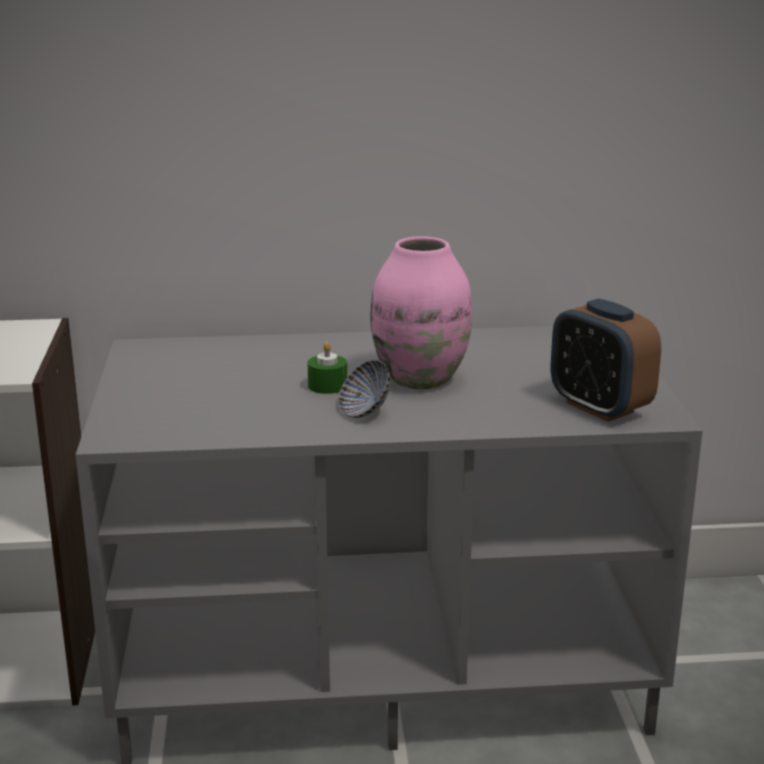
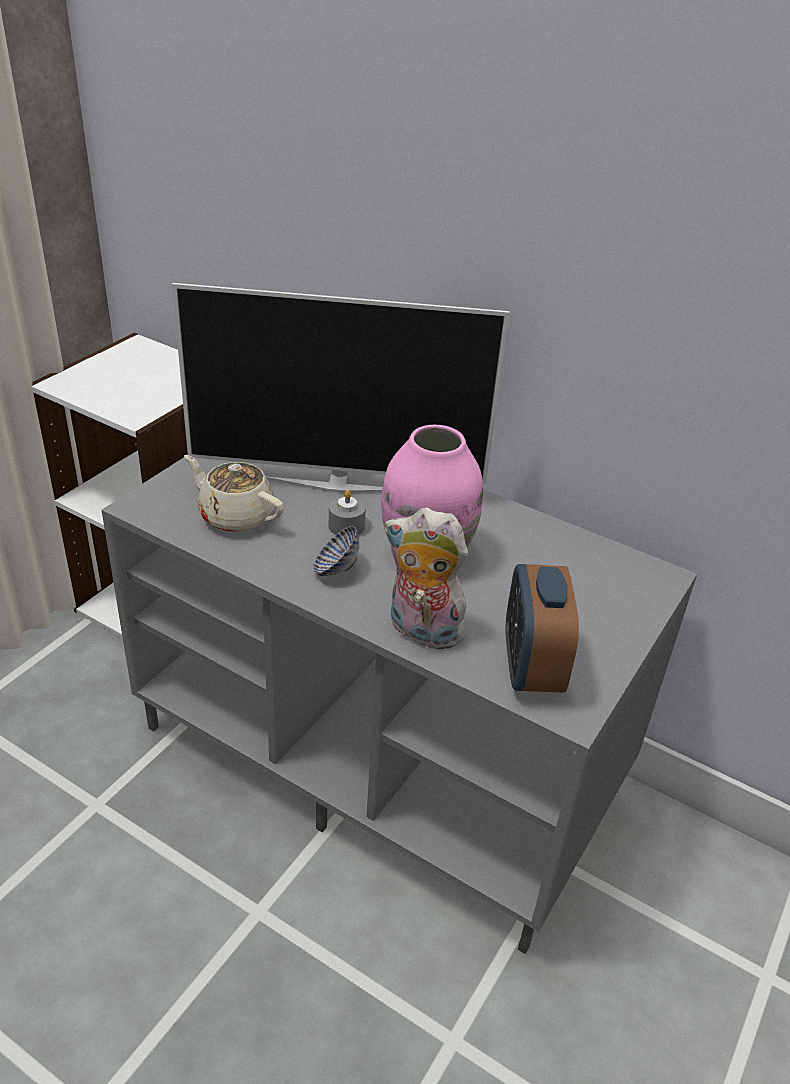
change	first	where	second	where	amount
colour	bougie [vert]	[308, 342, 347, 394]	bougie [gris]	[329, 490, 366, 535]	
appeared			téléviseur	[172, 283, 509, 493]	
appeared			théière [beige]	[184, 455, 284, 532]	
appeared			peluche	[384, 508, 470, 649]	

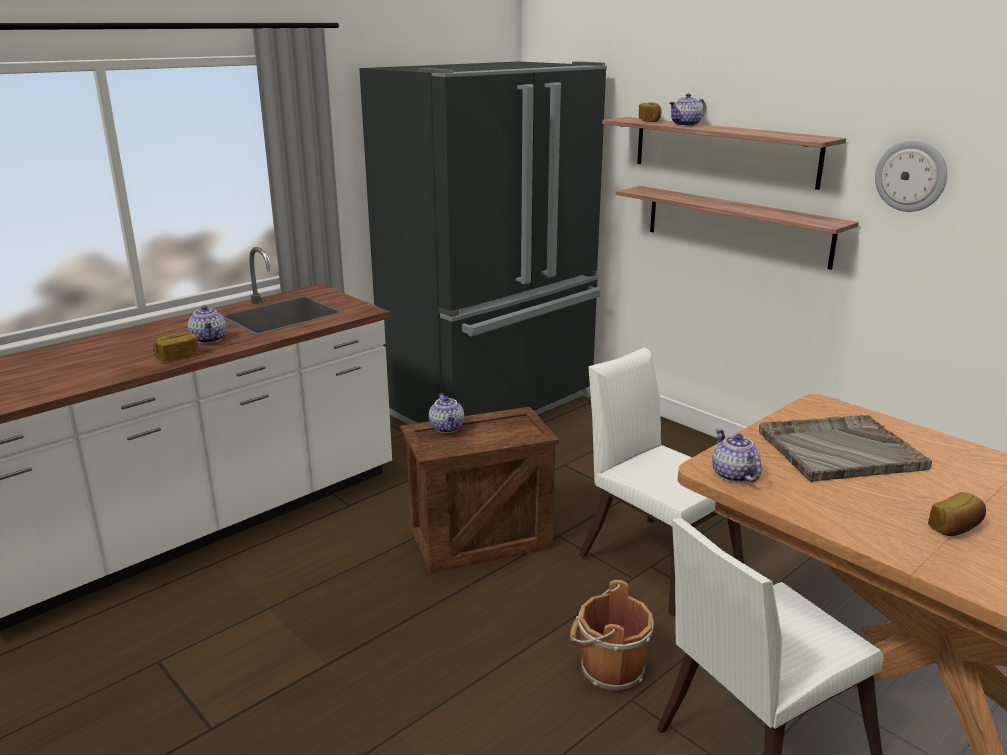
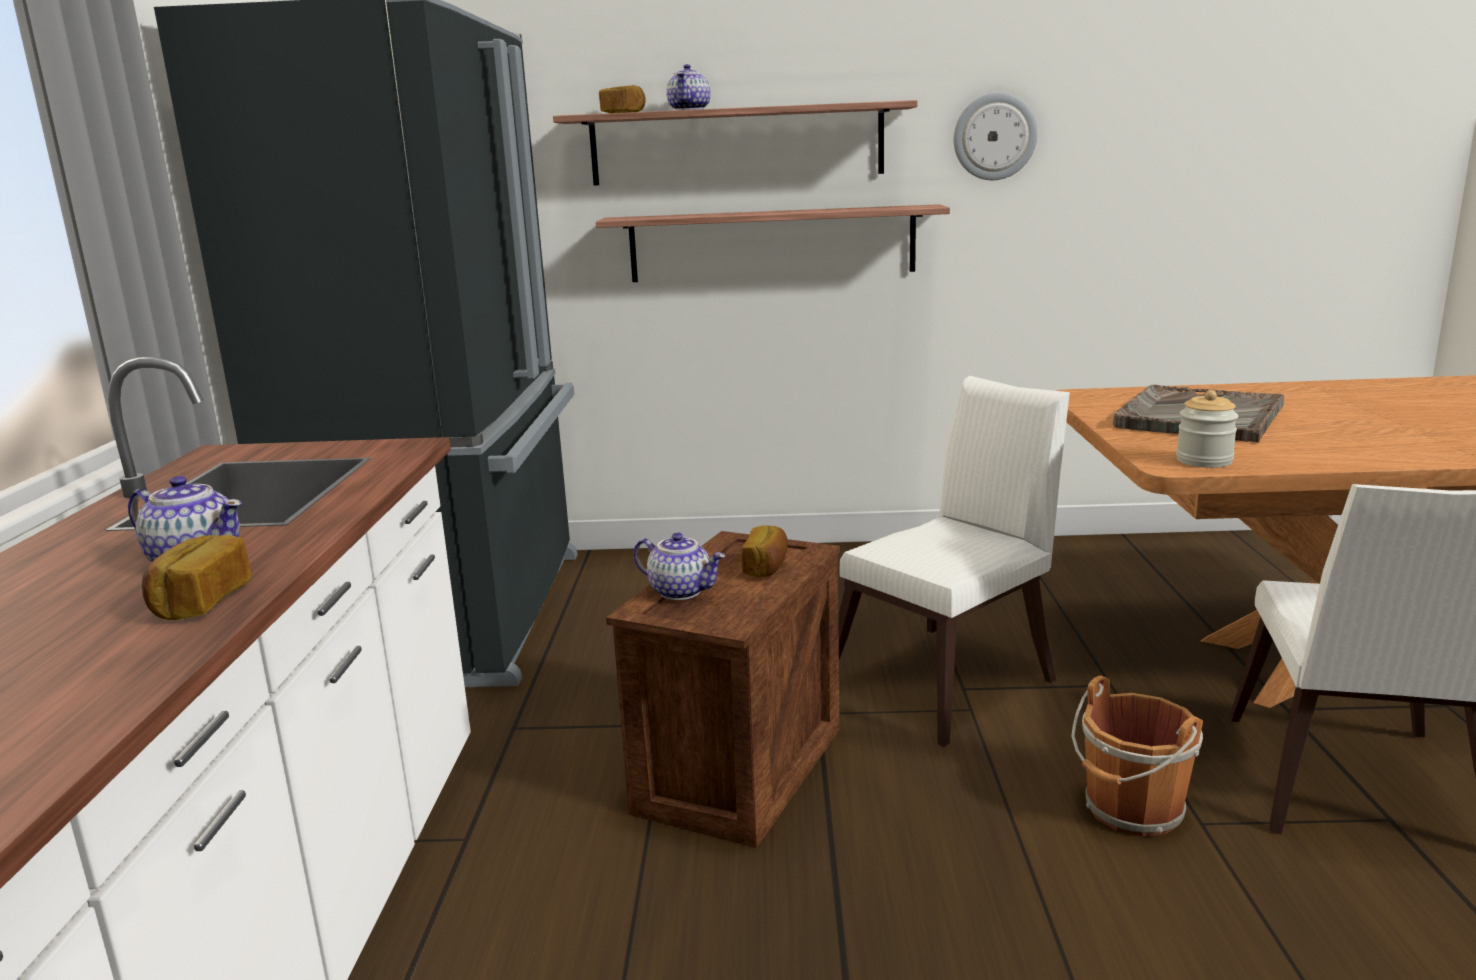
change	first	where	second	where	amount
spun	chaise [blanc]	[579, 348, 744, 617]		[838, 376, 1070, 747]	135 degrees clockwise
exchanged	théière	[712, 429, 761, 483]	bocal	[1176, 390, 1238, 468]	
relocated	pain	[928, 492, 986, 536]		[741, 525, 788, 577]	

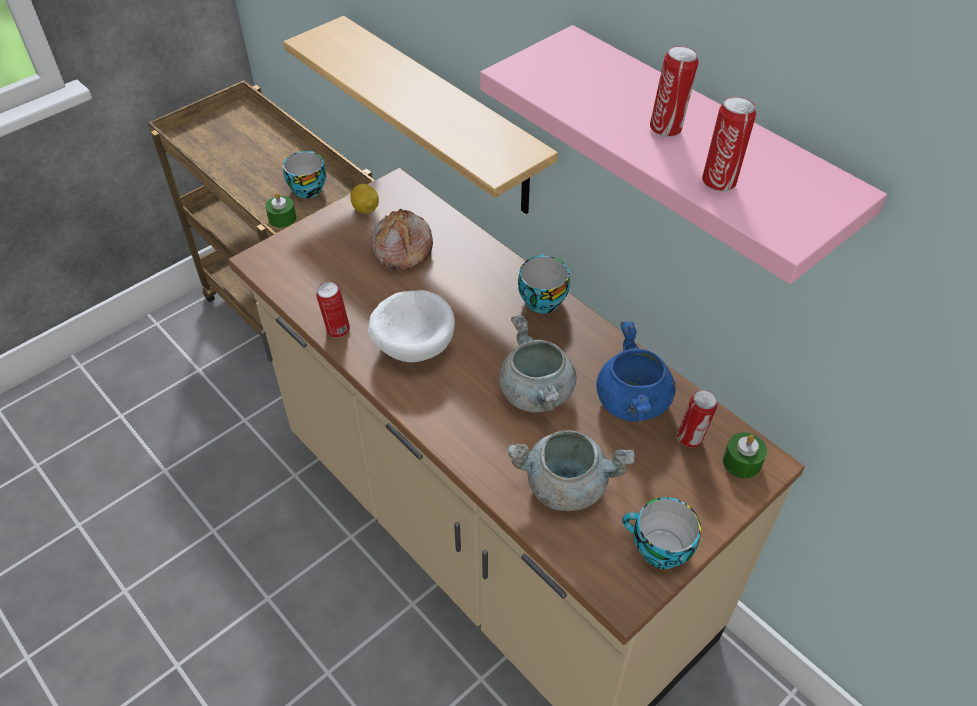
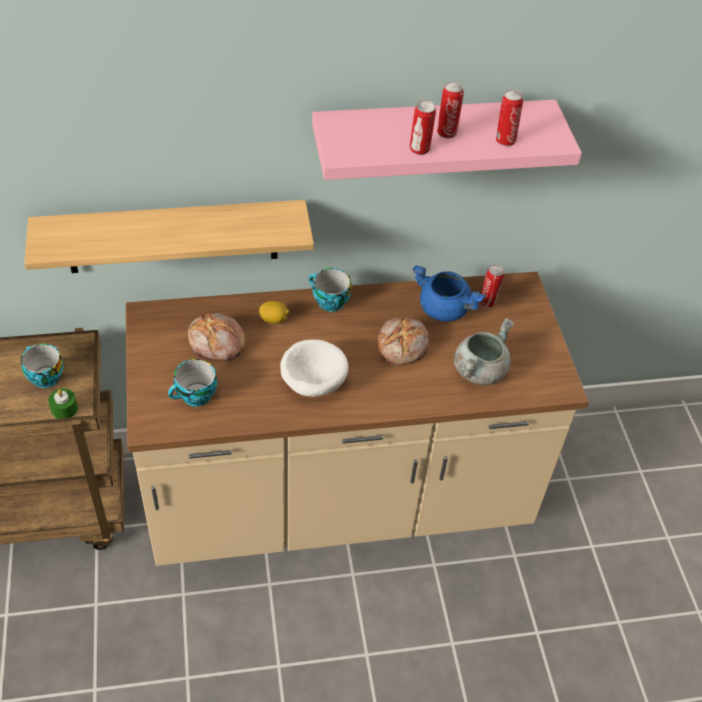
change	first	where	second	where	amount
relocated	citron	[350, 184, 379, 214]		[259, 301, 289, 324]	
relocated	boîte métallique	[316, 282, 350, 338]		[410, 100, 436, 155]	
exchanged	marmite [gris]	[499, 315, 576, 412]	pain	[377, 317, 429, 365]	
missing	bougie [vert]	[723, 432, 767, 479]			
relocated	tasse	[622, 497, 701, 569]		[168, 359, 217, 407]	

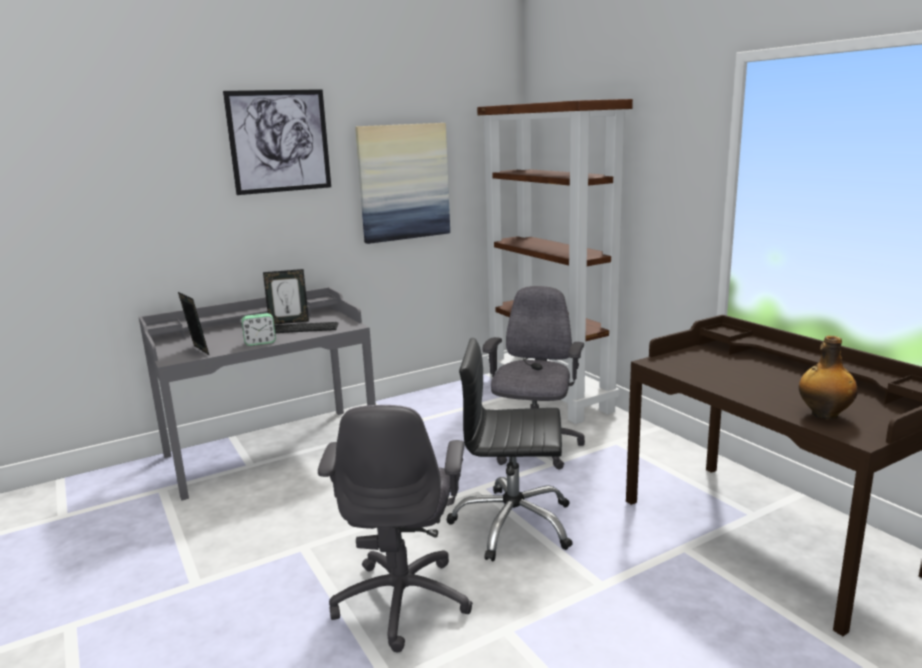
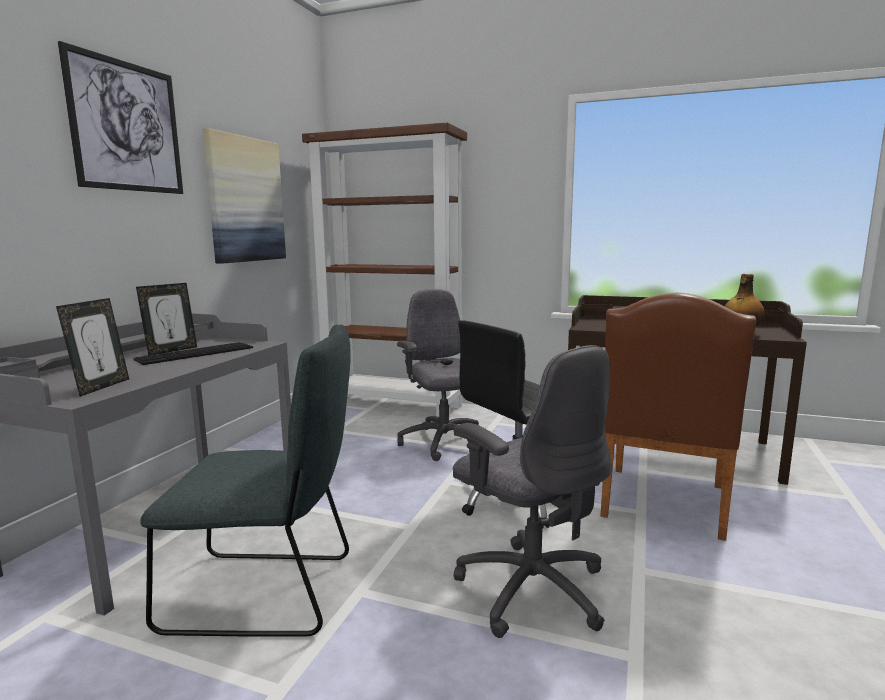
change	first	where	second	where	amount
spun	cadre photo	[178, 292, 210, 356]		[56, 298, 129, 397]	90 degrees clockwise
missing	réveil	[242, 313, 276, 346]			
appeared			chaise [marron]	[600, 293, 756, 541]	
appeared			chaise [gris]	[140, 324, 351, 636]	

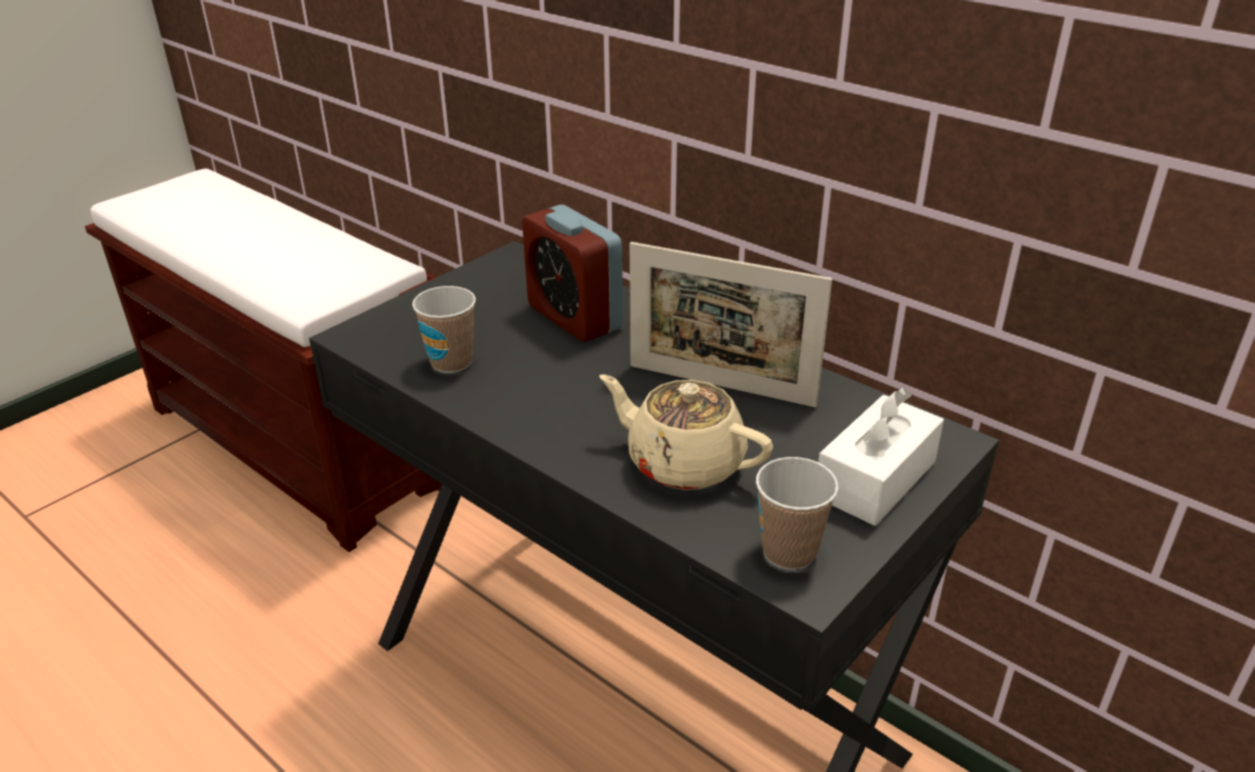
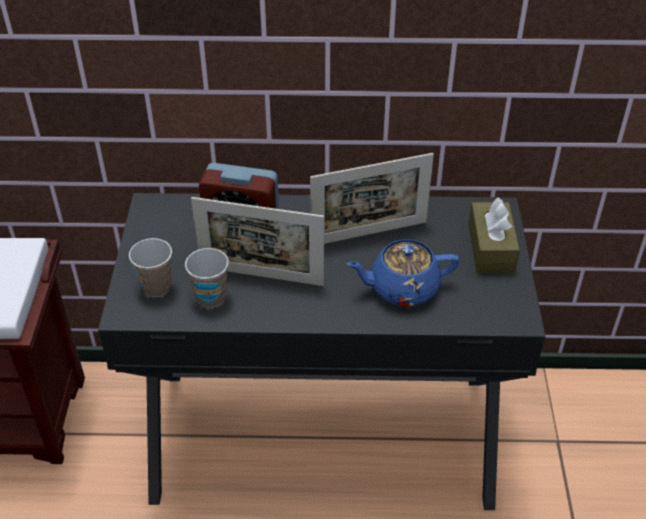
change	first	where	second	where	amount
colour	théière [beige]	[599, 374, 773, 490]	théière [bleu]	[347, 239, 460, 306]	
colour	boîte à mouchoirs [blanc]	[818, 387, 944, 526]	boîte à mouchoirs [marron]	[468, 197, 520, 273]	
relocated	tasse	[756, 457, 838, 570]		[129, 238, 172, 297]	
appeared			cadre photo	[191, 197, 324, 286]	

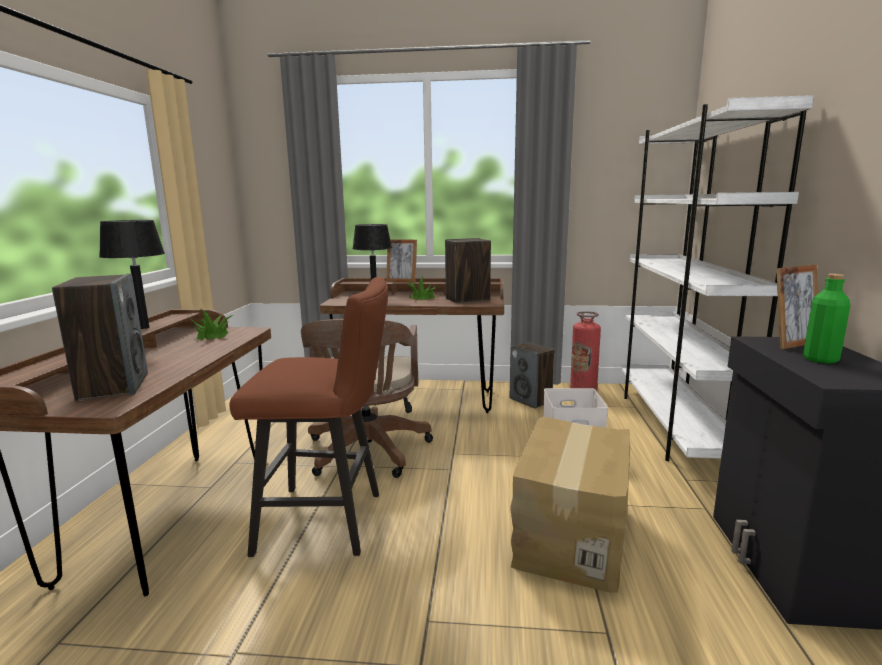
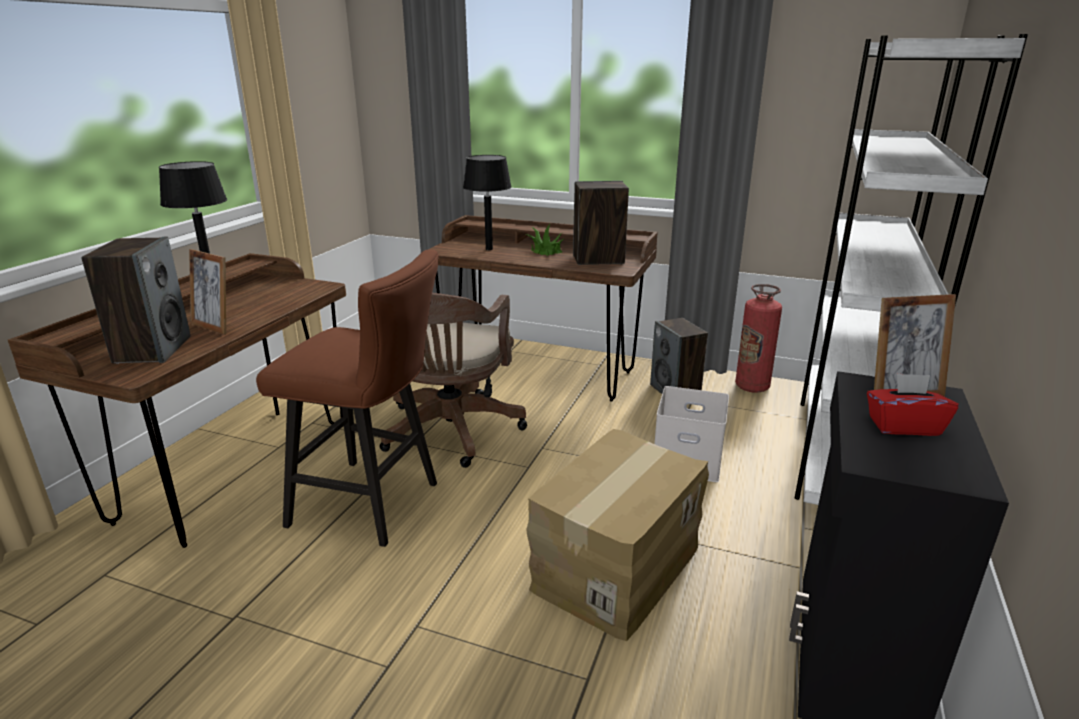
change	first	where	second	where	amount
relocated	cadre photo	[386, 239, 417, 283]		[189, 249, 226, 335]	
exchanged	bouteille [vert]	[803, 274, 851, 364]	boîte à mouchoirs [rouge]	[867, 373, 959, 436]	
missing	plante en pot	[190, 308, 233, 341]			

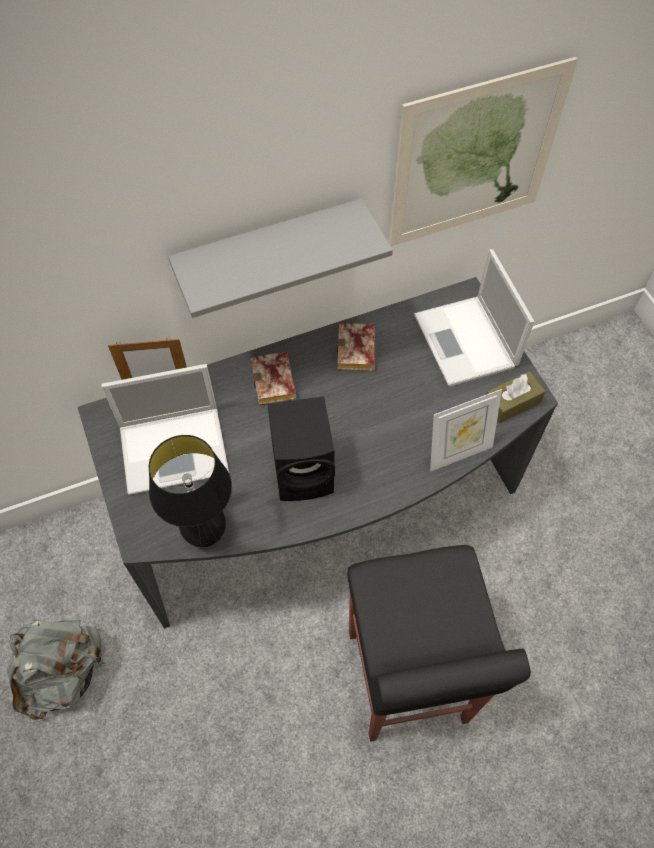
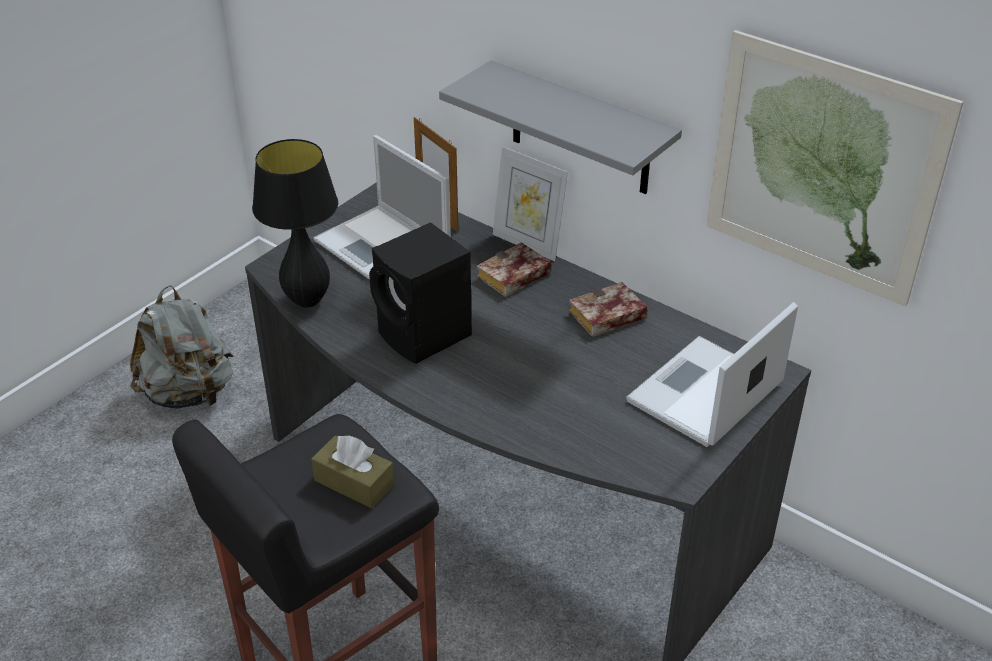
change	first	where	second	where	amount
relocated	boîte à mouchoirs [marron]	[486, 371, 546, 423]		[311, 435, 395, 509]	
relocated	cadre photo	[430, 389, 502, 472]		[493, 147, 568, 262]	

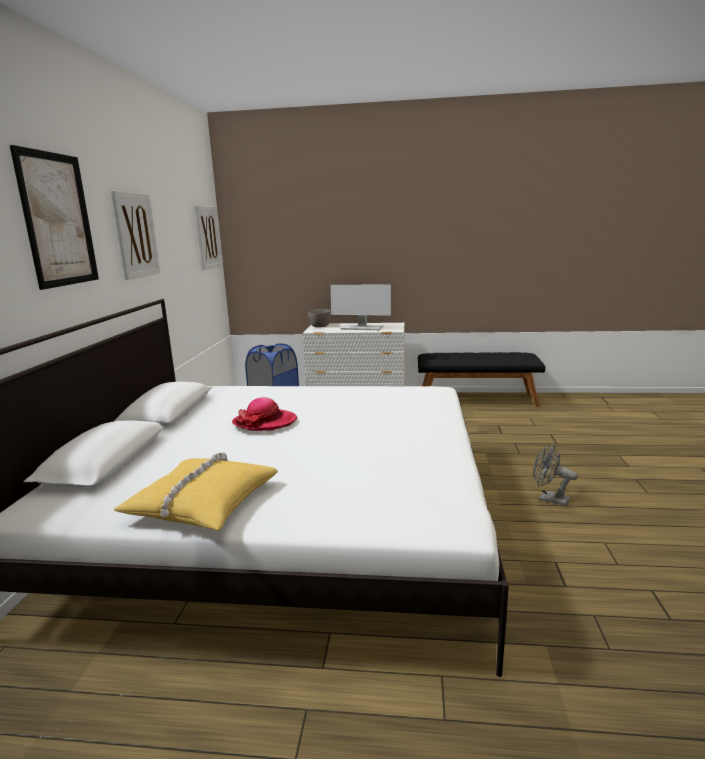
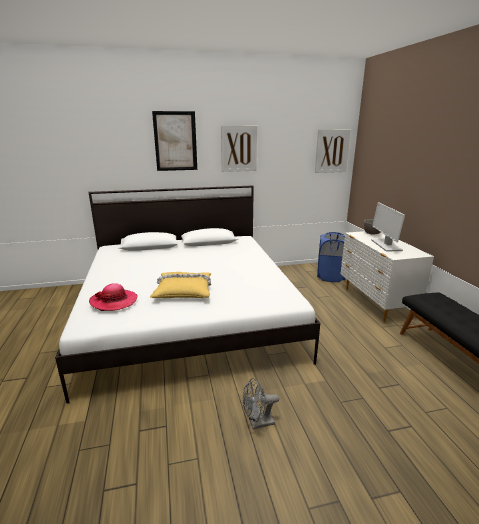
change	first	where	second	where	amount
relocated	chapeau	[232, 397, 297, 431]		[89, 283, 138, 311]	
spun	ventilateur [gris]	[533, 444, 578, 506]		[243, 378, 279, 429]	120 degrees counterclockwise
relocated	coussin [jaune]	[113, 452, 278, 530]		[150, 272, 211, 298]	

